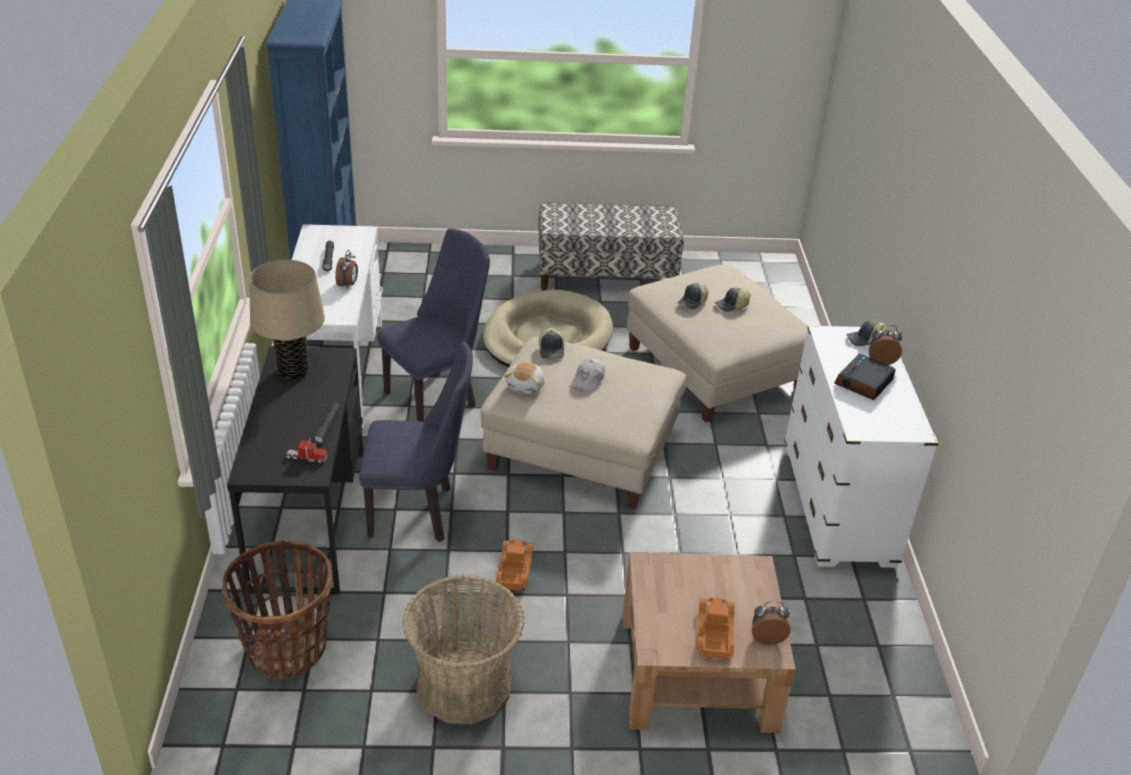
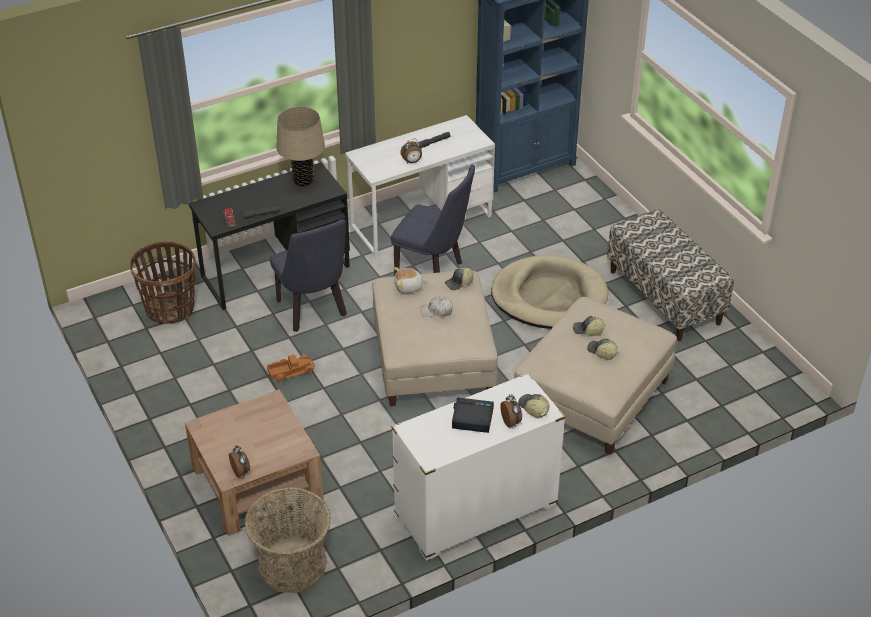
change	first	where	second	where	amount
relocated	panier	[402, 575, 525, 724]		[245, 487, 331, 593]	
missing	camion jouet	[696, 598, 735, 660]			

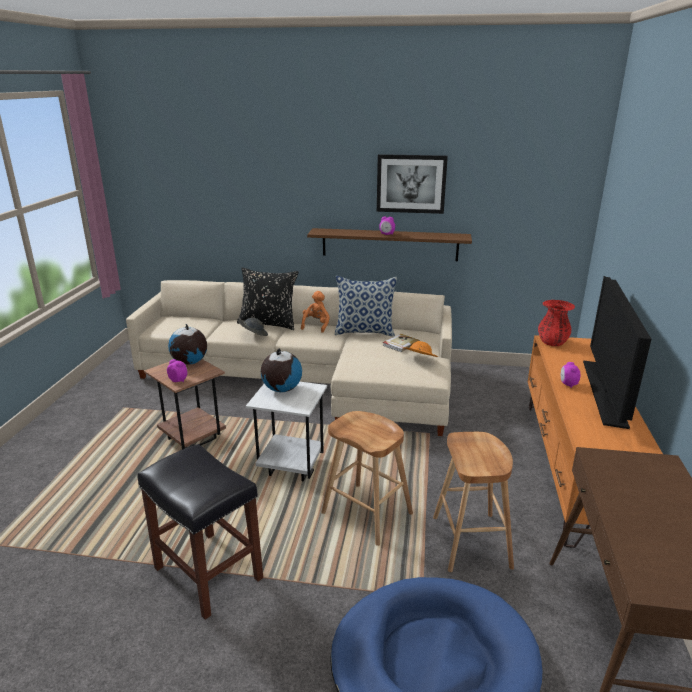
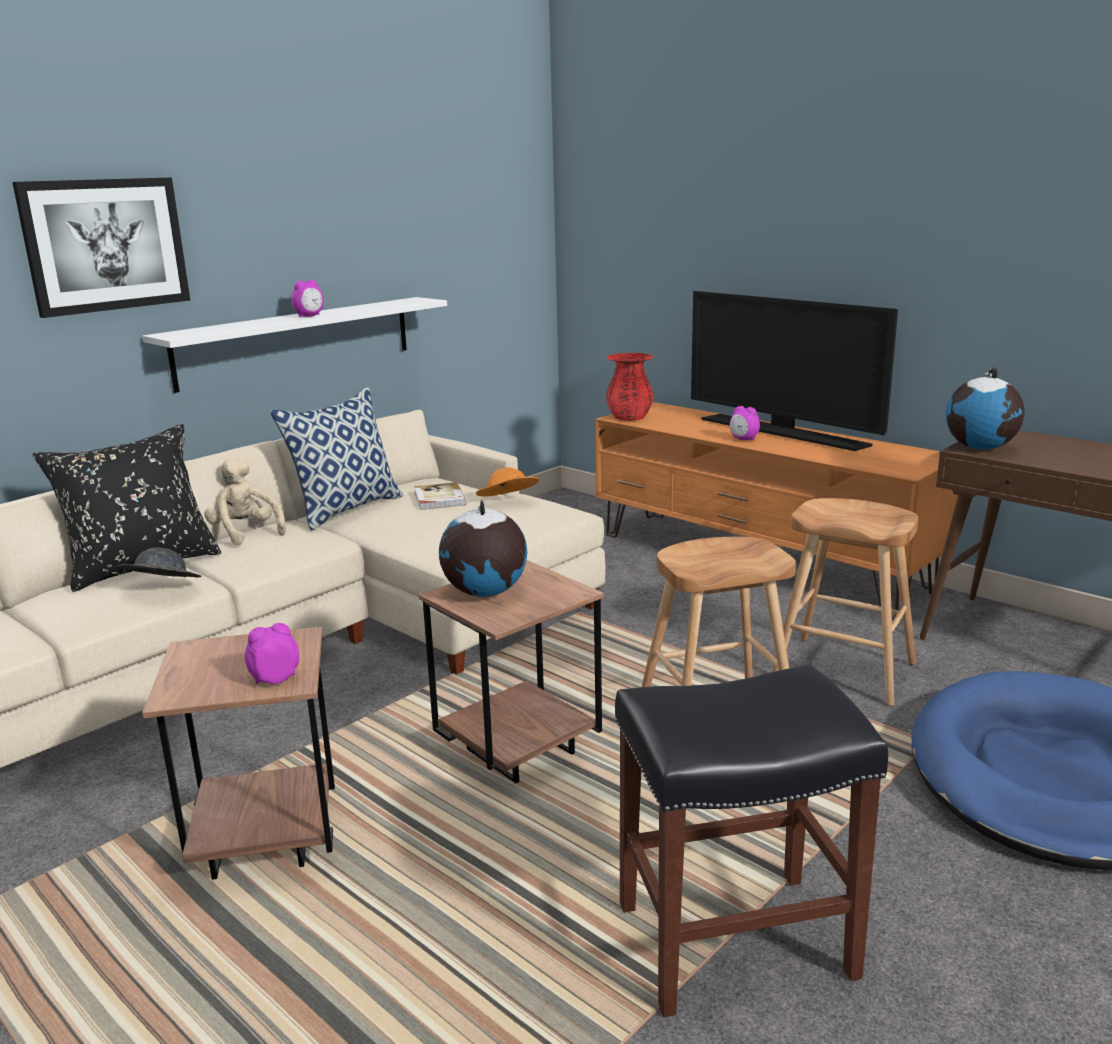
change	first	where	second	where	amount
relocated	tableau	[377, 154, 448, 214]		[12, 177, 190, 318]	
colour	étagère [marron]	[307, 228, 472, 261]	étagère [blanc]	[142, 297, 447, 393]	
colour	peluche [orange]	[301, 291, 330, 333]	peluche [beige]	[204, 457, 286, 545]	
relocated	globe	[168, 324, 207, 365]		[945, 367, 1025, 450]	
colour	table d'appoint [blanc]	[246, 382, 327, 482]	table d'appoint [marron]	[419, 560, 604, 783]	

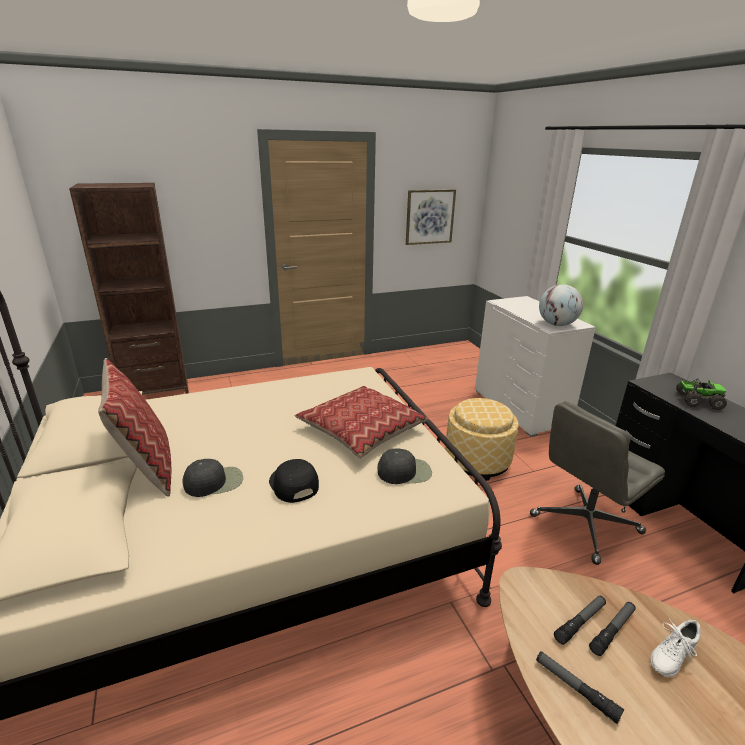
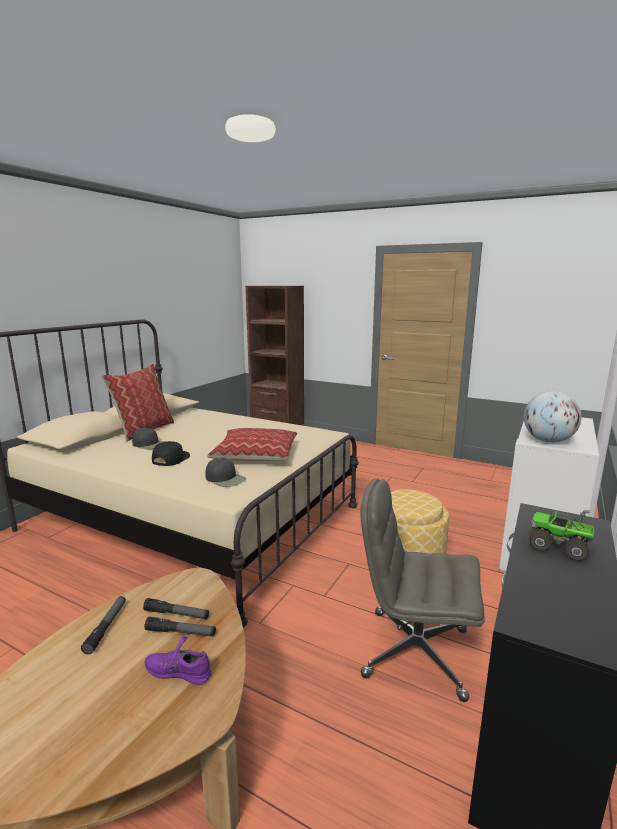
change	first	where	second	where	amount
missing	tableau	[406, 189, 456, 245]			
spun	camion jouet	[676, 378, 727, 410]		[529, 510, 594, 561]	150 degrees clockwise
colour	chaussure [blanc]	[651, 620, 701, 677]	chaussure [violet]	[145, 632, 211, 685]	

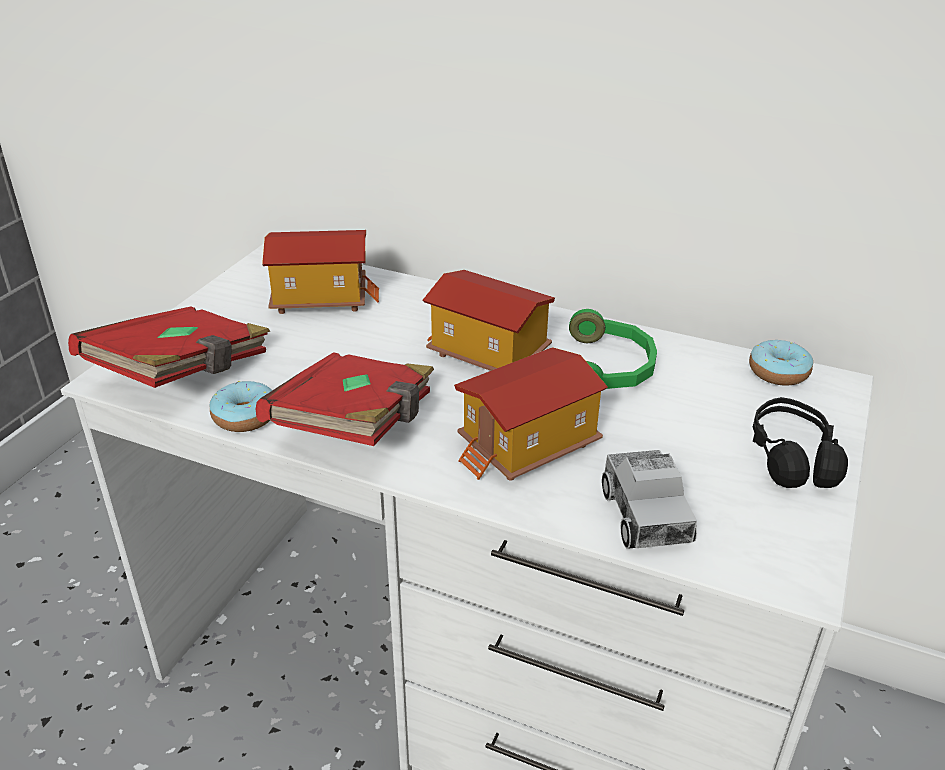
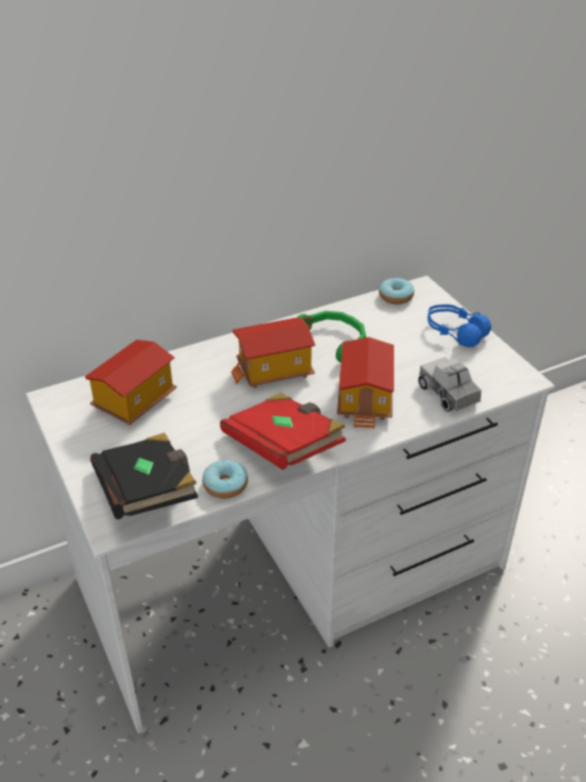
change	first	where	second	where	amount
colour	livre [rouge]	[68, 306, 270, 388]	livre [noir]	[90, 433, 198, 520]	
colour	casque audio [noir]	[753, 397, 848, 488]	casque audio [bleu]	[427, 304, 491, 347]	
spun	camion jouet	[602, 450, 697, 549]		[418, 357, 482, 412]	150 degrees counterclockwise

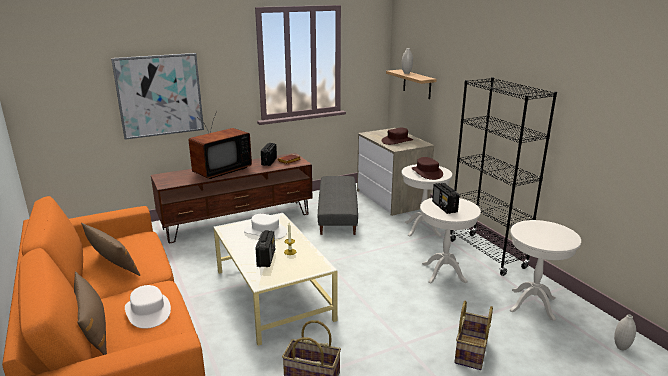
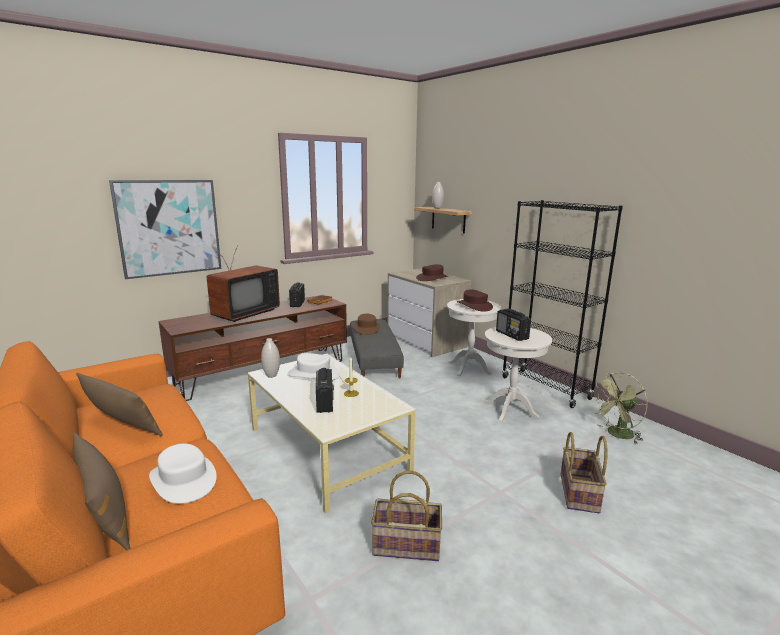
change	first	where	second	where	amount
exchanged	table d'appoint [blanc]	[510, 220, 581, 321]	ventilateur [vert]	[592, 372, 648, 444]	
relocated	vase [blanc]	[614, 314, 636, 351]		[261, 338, 280, 378]	
appeared			chapeau [marron]	[354, 314, 380, 335]	

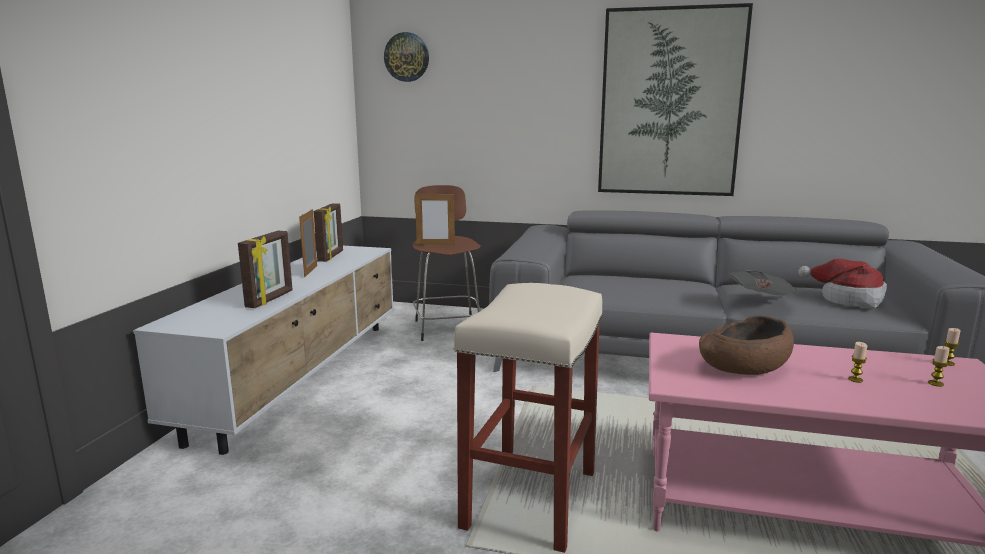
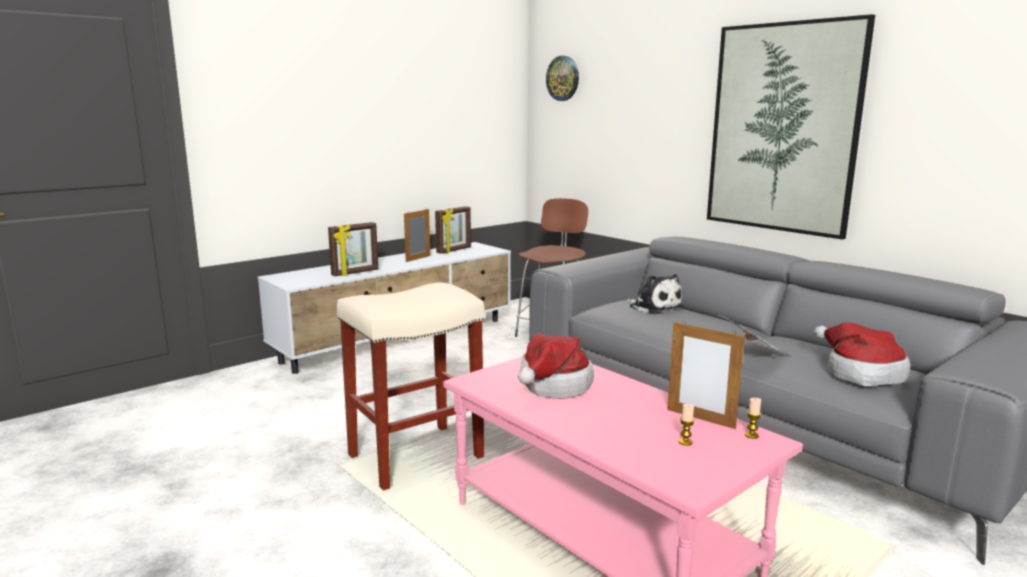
change	first	where	second	where	amount
relocated	cadre photo	[415, 192, 455, 245]		[667, 321, 745, 429]	
exchanged	bol [marron]	[699, 315, 794, 375]	chapeau	[518, 333, 594, 399]	
missing	bougie	[848, 342, 867, 383]			
appeared			peluche	[626, 274, 683, 315]	

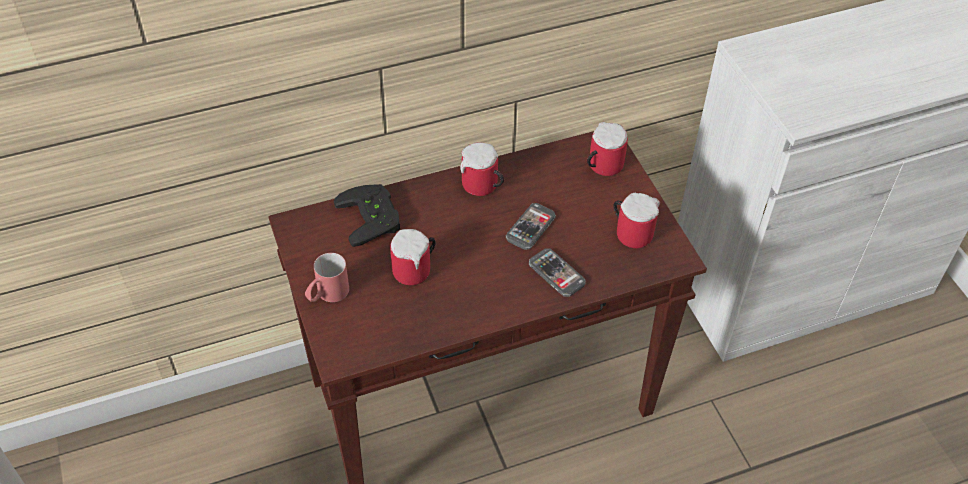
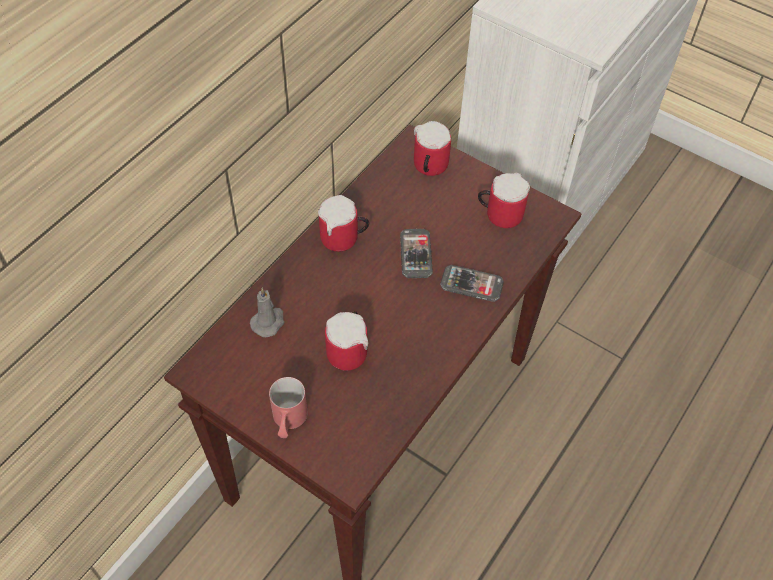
change	first	where	second	where	amount
exchanged	manette [noir]	[334, 184, 400, 247]	bougie [gris]	[250, 288, 285, 337]	

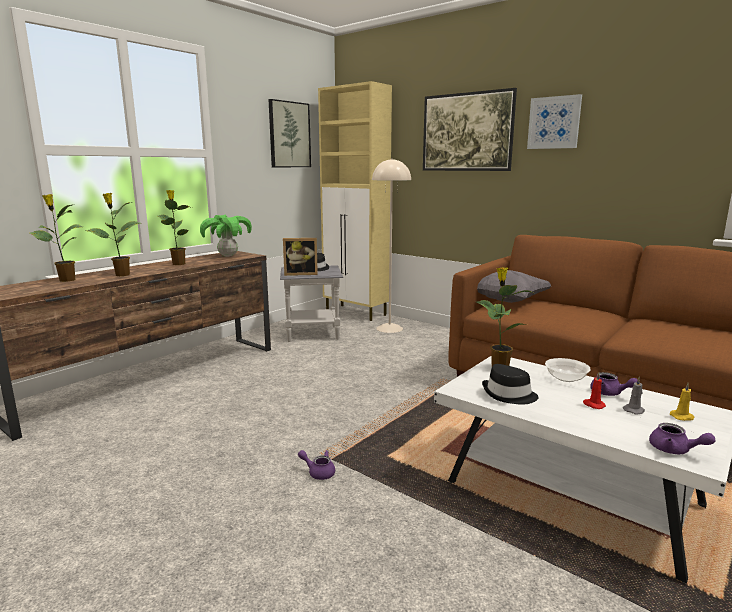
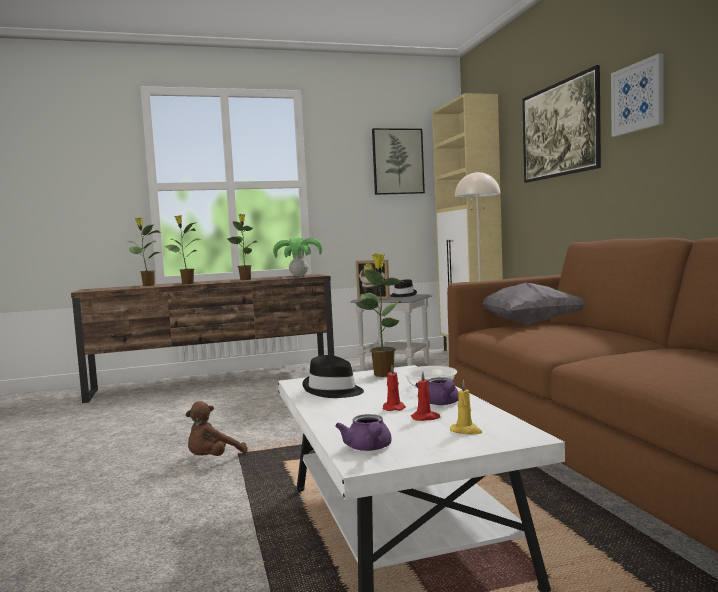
change	first	where	second	where	amount
colour	bougie [gris]	[623, 377, 645, 415]	bougie [rouge]	[411, 371, 440, 421]	
exchanged	théière [violet]	[298, 450, 335, 480]	peluche [marron]	[186, 401, 248, 456]	

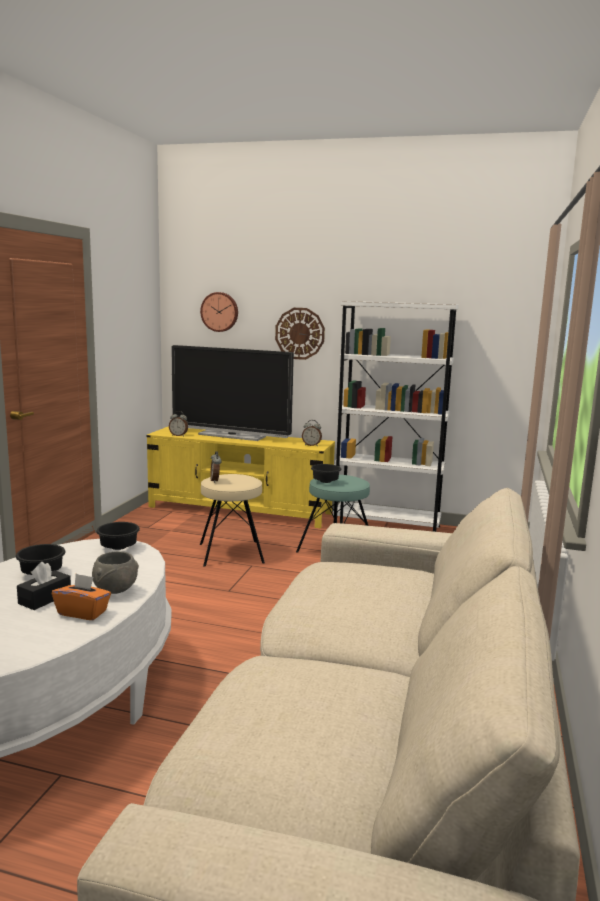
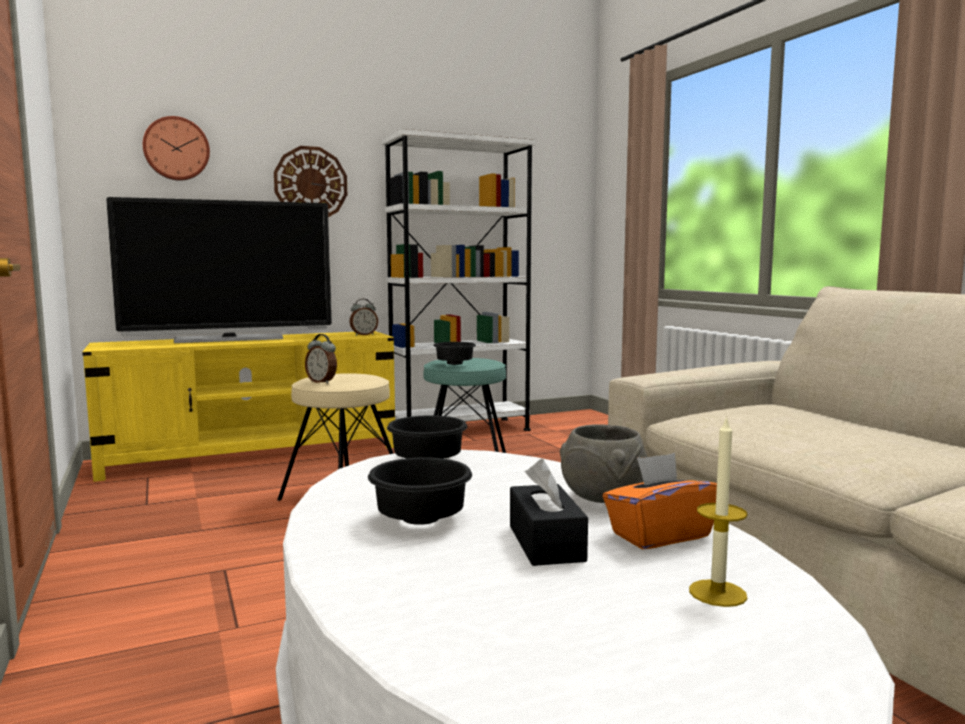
change	first	where	second	where	amount
missing	réveil	[169, 411, 188, 436]			
appeared			bougie	[689, 416, 747, 607]	

